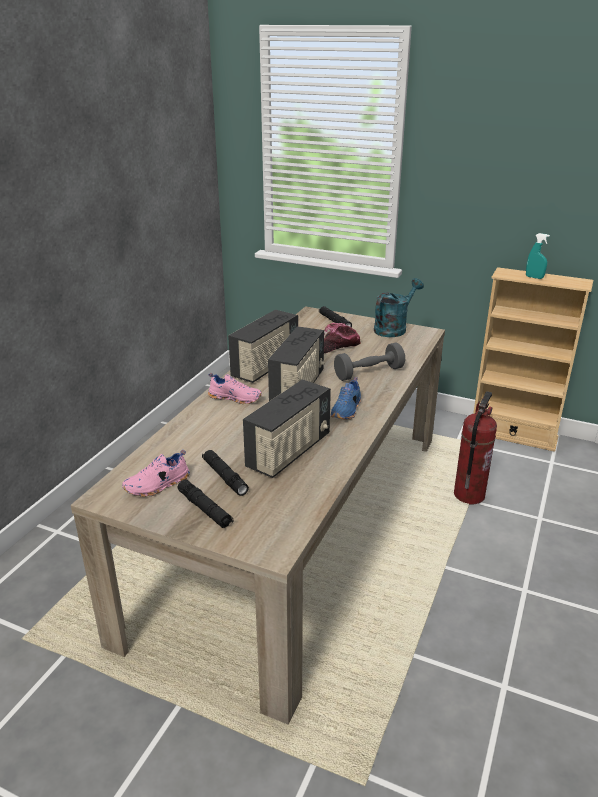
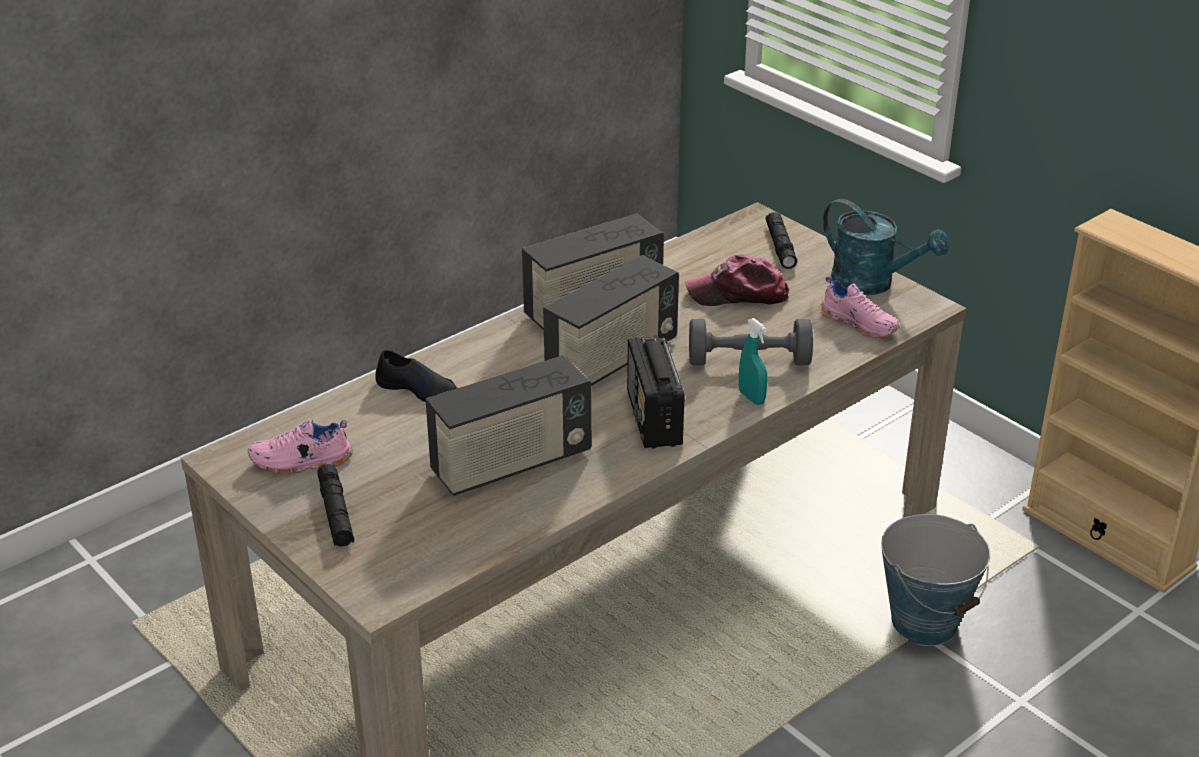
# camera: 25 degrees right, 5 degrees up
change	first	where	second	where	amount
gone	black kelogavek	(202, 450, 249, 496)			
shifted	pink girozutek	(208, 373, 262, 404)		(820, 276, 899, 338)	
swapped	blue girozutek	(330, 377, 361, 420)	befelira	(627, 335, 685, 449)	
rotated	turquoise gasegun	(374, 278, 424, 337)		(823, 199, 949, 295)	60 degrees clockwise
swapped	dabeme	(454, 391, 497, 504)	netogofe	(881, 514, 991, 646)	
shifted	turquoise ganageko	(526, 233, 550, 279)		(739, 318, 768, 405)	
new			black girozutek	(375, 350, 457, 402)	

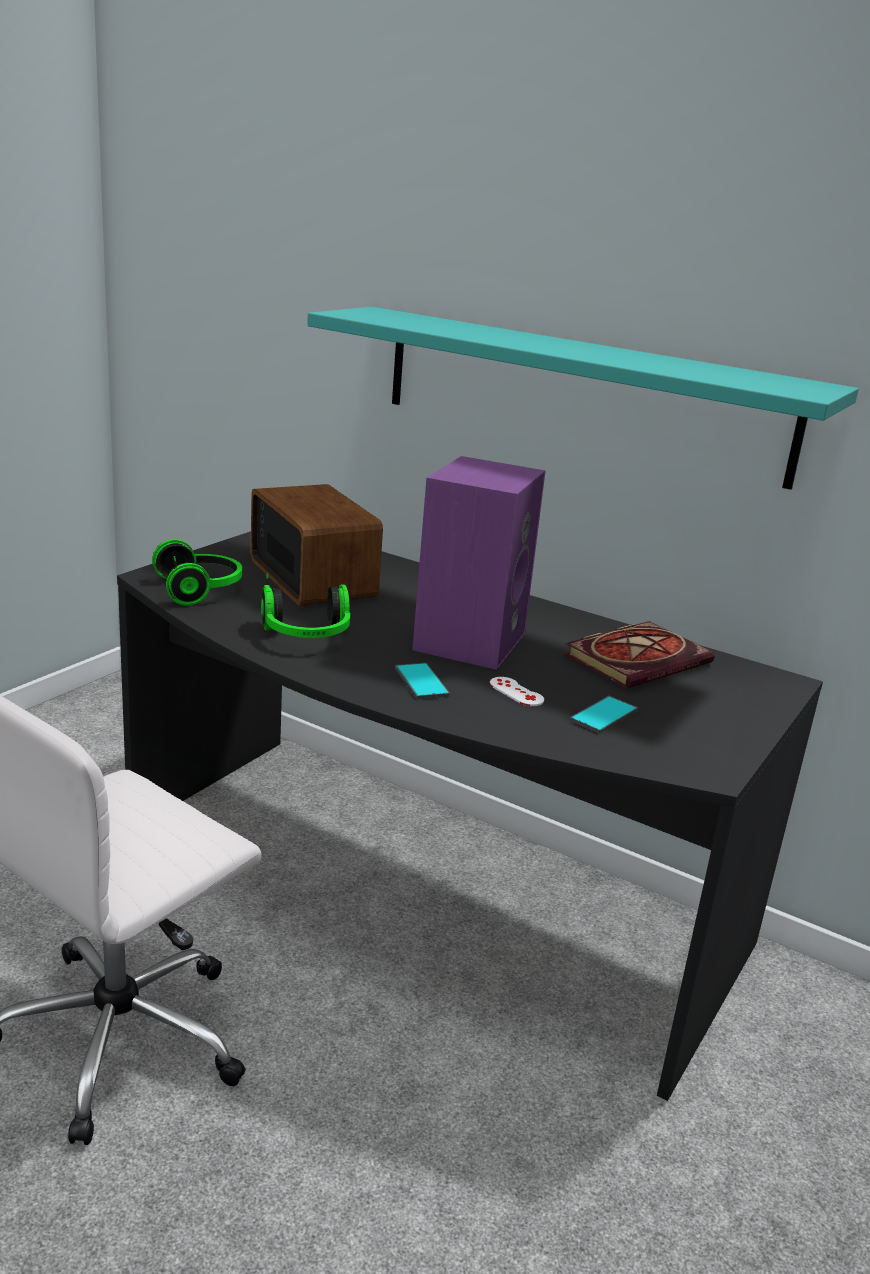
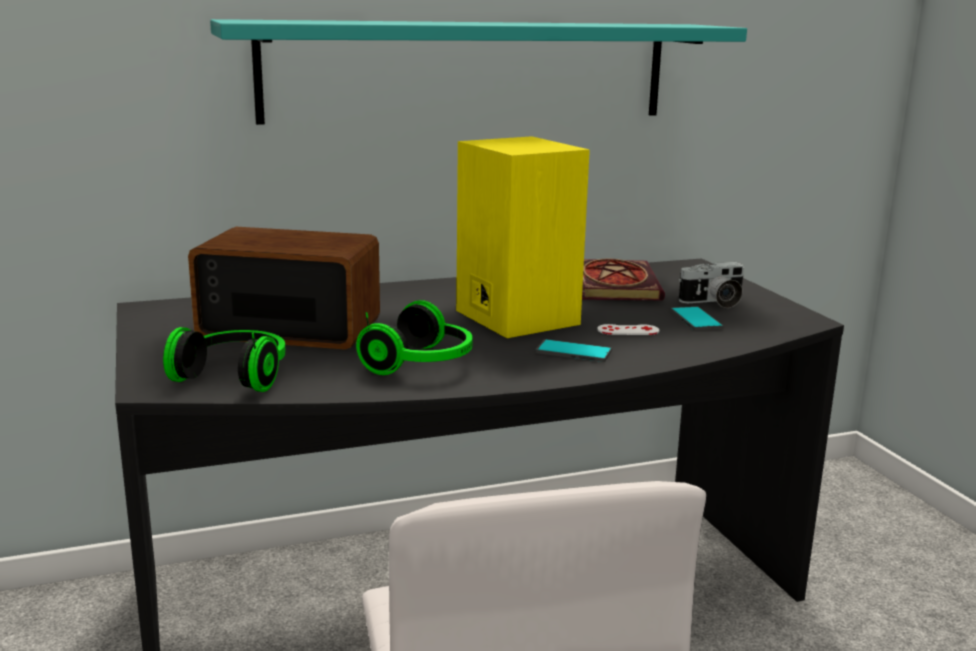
# camera: 50 degrees left, 5 degrees down
change	first	where	second	where	amount
repainted	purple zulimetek	(412, 456, 546, 670)	yellow zulimetek	(456, 136, 590, 338)	
new			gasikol	(679, 262, 744, 308)	

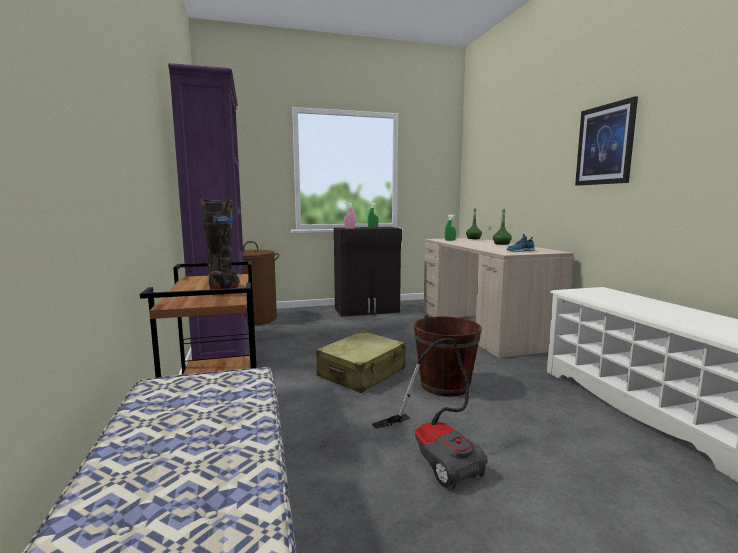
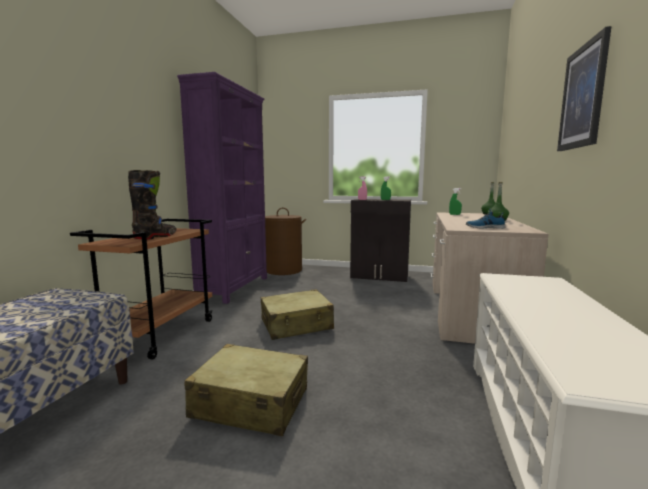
# camera: 30 degrees right, 0 degrees up
change	first	where	second	where	amount
swapped	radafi	(372, 338, 488, 489)	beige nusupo	(185, 344, 308, 436)	
gone	brown netogofe	(414, 315, 482, 397)			

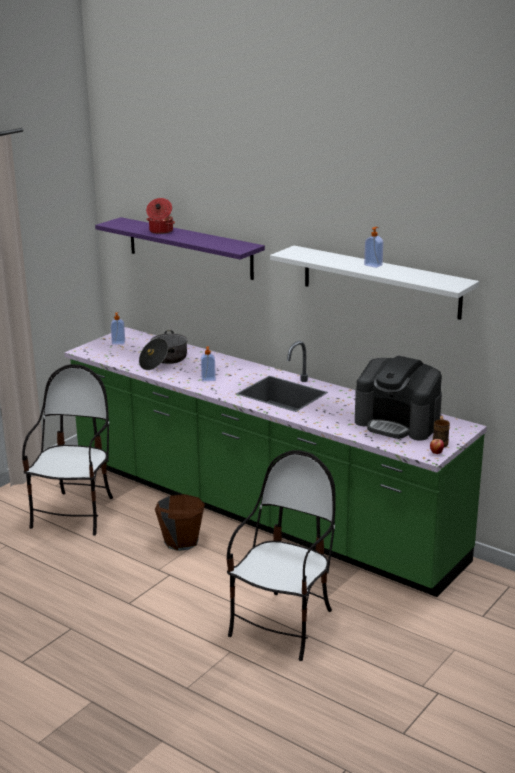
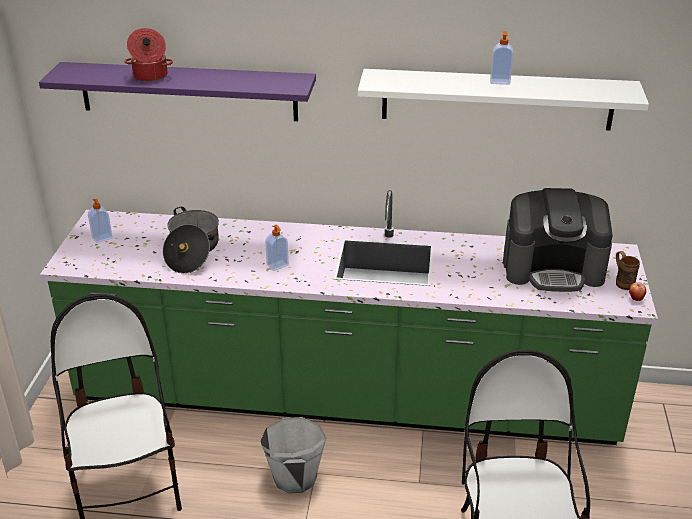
# camera: 30 degrees left, 10 degrees up
change	first	where	second	where	amount
repainted	brown netogofe	(155, 494, 205, 551)	grey netogofe	(260, 417, 326, 493)	

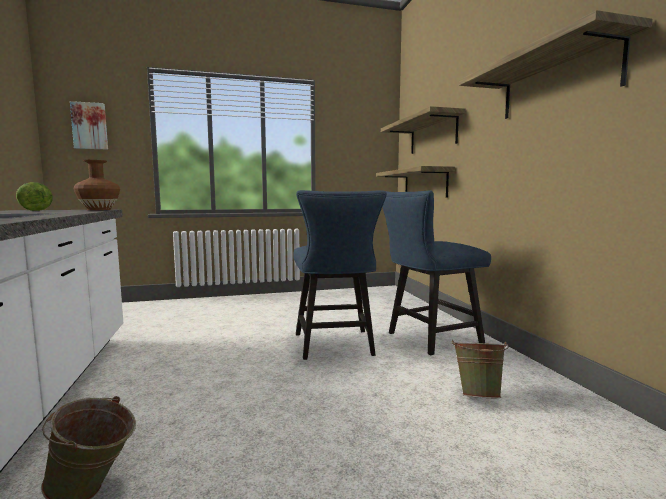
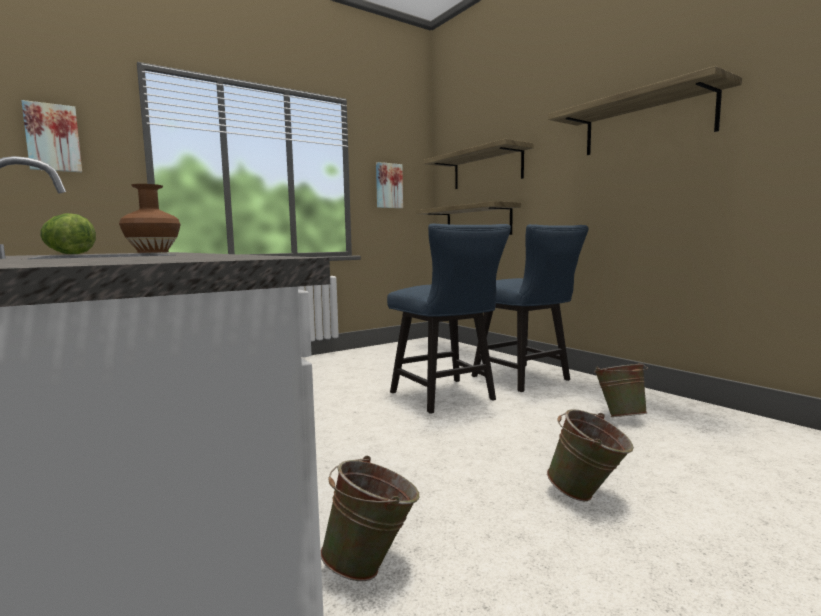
# camera: 20 degrees left, 0 degrees up
change	first	where	second	where	amount
rotated	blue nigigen	(382, 190, 491, 355)		(471, 224, 589, 392)	75 degrees counterclockwise
new			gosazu	(376, 162, 403, 208)	
new			green netogofe	(547, 409, 634, 501)	

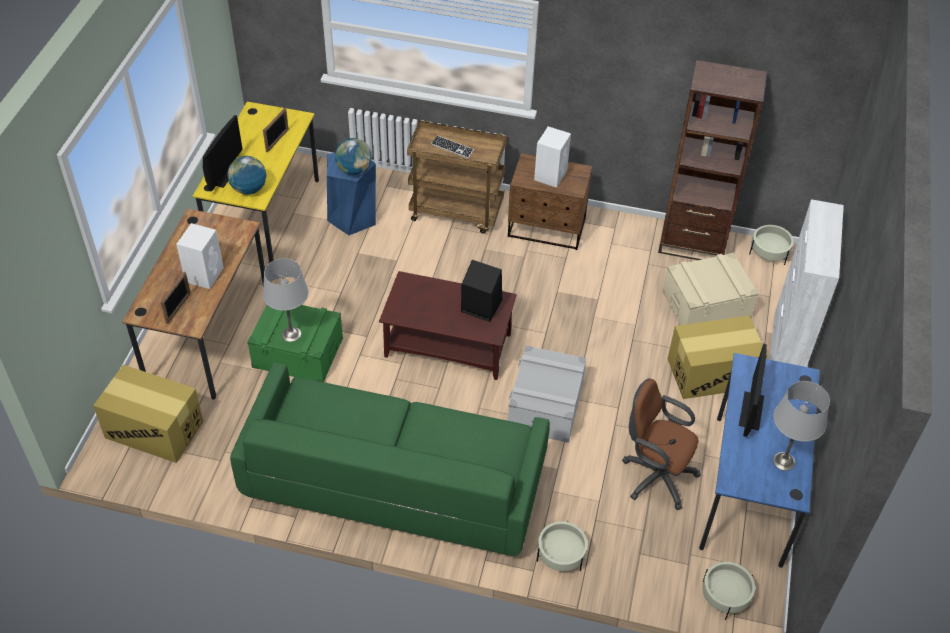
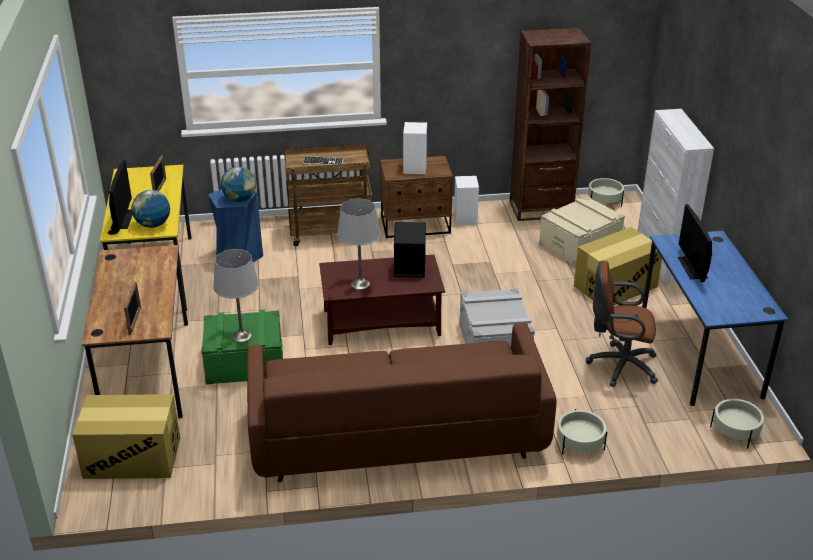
# camera: 20 degrees left, 15 degrees down
change	first	where	second	where	amount
shifted	white zulimetek	(176, 223, 224, 289)		(454, 176, 479, 225)	
repainted	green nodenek	(230, 362, 550, 556)	brown nodenek	(247, 323, 557, 482)	
shifted	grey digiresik	(773, 381, 830, 471)		(337, 199, 381, 290)	

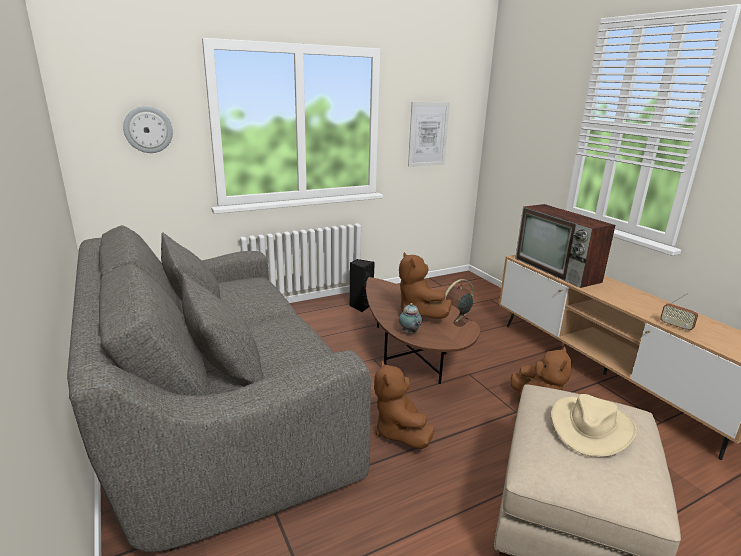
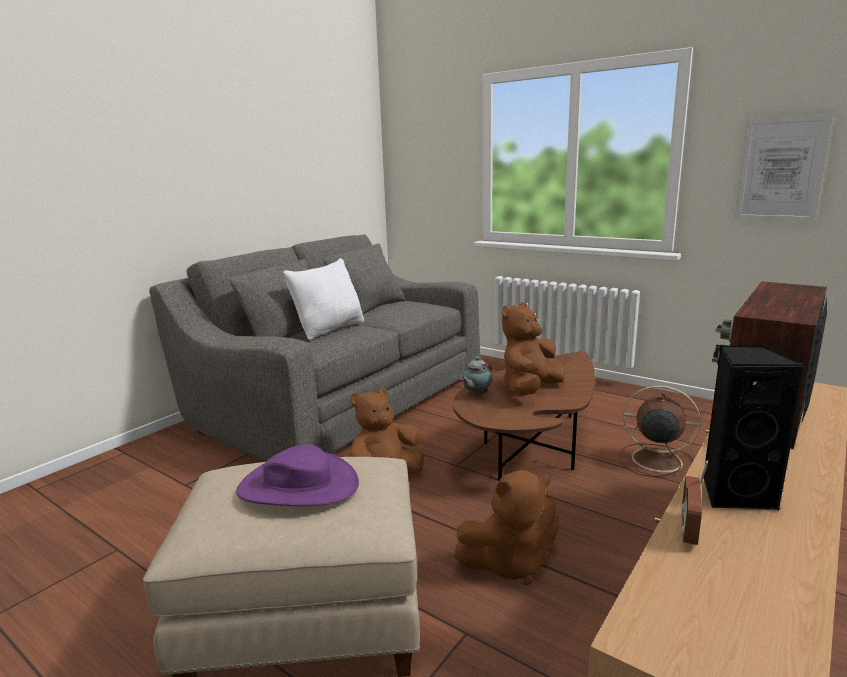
# camera: 65 degrees right, 5 degrees down
change	first	where	second	where	amount
gone	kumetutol	(123, 106, 173, 153)			
shifted	black zulimetek	(349, 259, 375, 312)		(704, 346, 806, 511)	
repainted	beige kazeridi	(551, 394, 637, 457)	purple kazeridi	(236, 444, 359, 506)	
new			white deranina	(283, 258, 364, 340)	

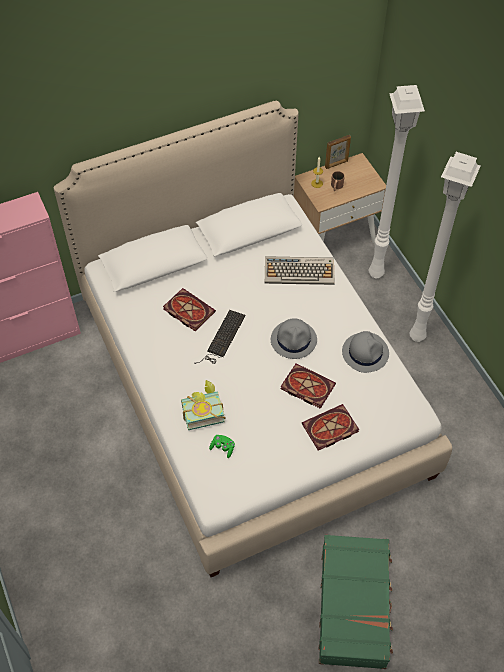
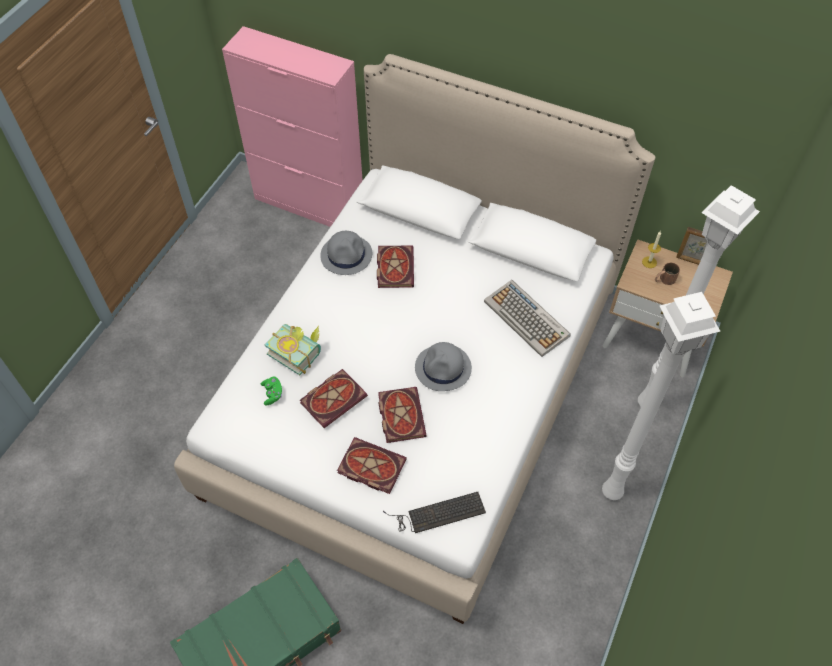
# camera: 50 degrees right, 0 degrees up
change	first	where	second	where	amount
shifted	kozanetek	(194, 310, 245, 364)		(383, 492, 486, 533)	
shifted	grey kazeridi	(342, 331, 389, 373)		(320, 231, 372, 275)	
new			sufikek	(300, 369, 368, 428)	

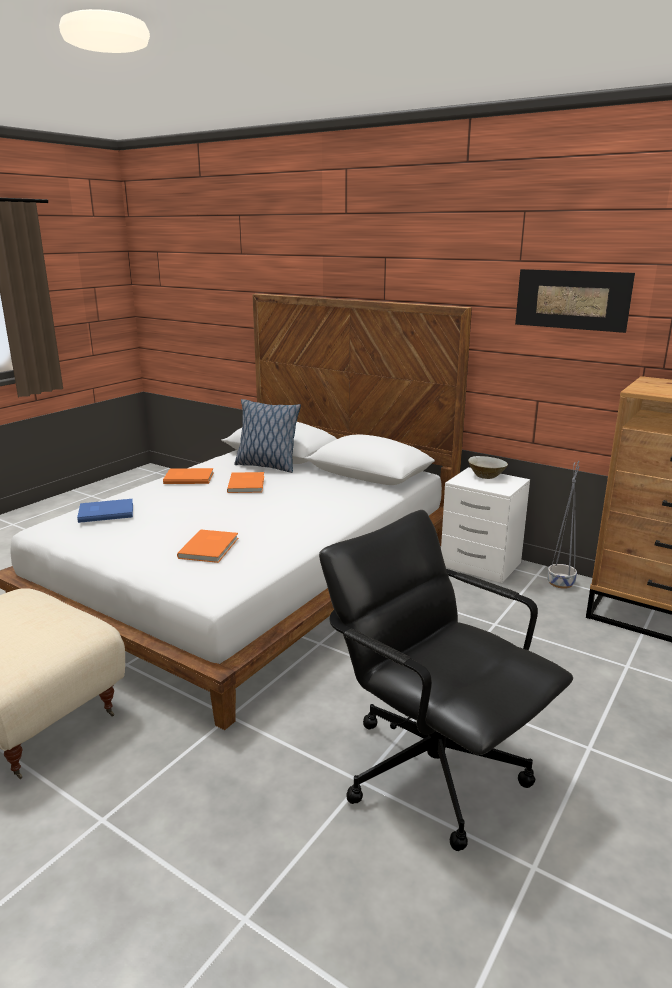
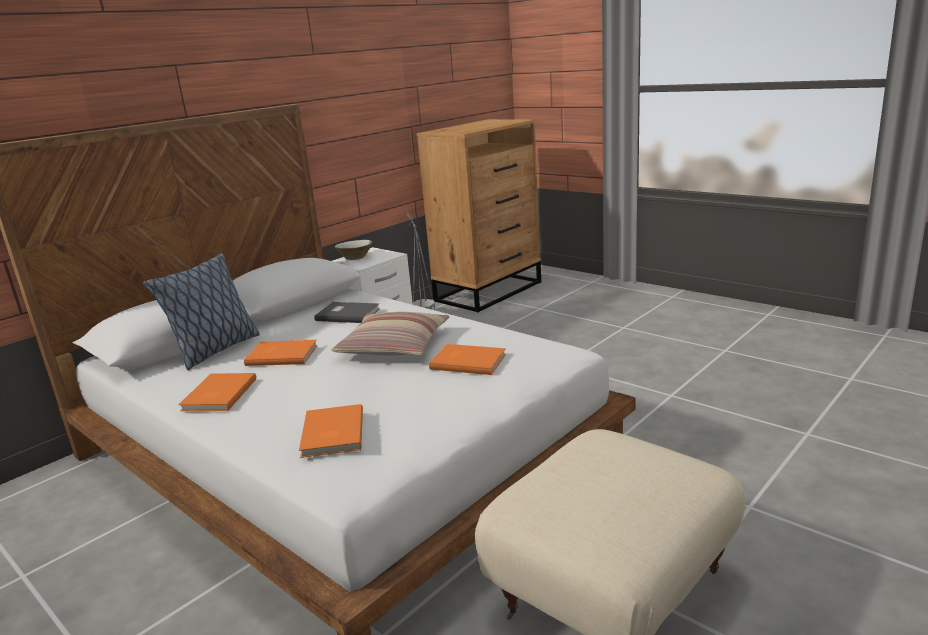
# camera: 80 degrees left, 0 degrees up
change	first	where	second	where	amount
repainted	blue sufikek	(77, 499, 133, 523)	orange sufikek	(299, 404, 363, 458)	
gone	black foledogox	(319, 510, 573, 851)			
gone	gosazu	(515, 269, 635, 333)			
new			grey sufikek	(314, 302, 380, 323)	
new			deranina	(331, 312, 449, 355)	

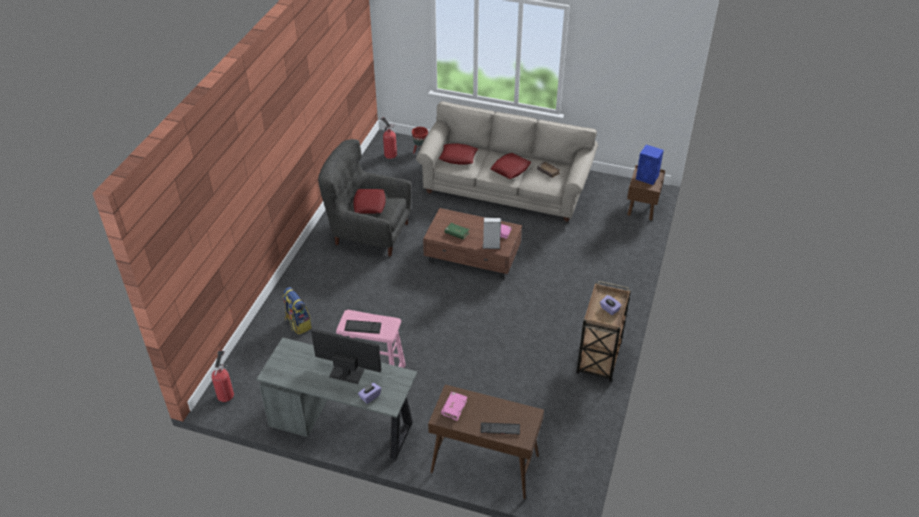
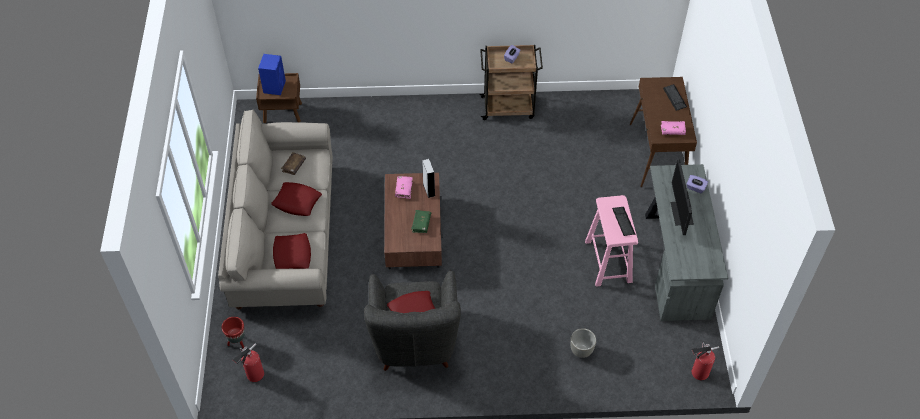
# camera: 110 degrees left, 10 degrees up
change	first	where	second	where	amount
swapped	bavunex	(283, 287, 312, 335)	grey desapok	(570, 328, 596, 358)	

